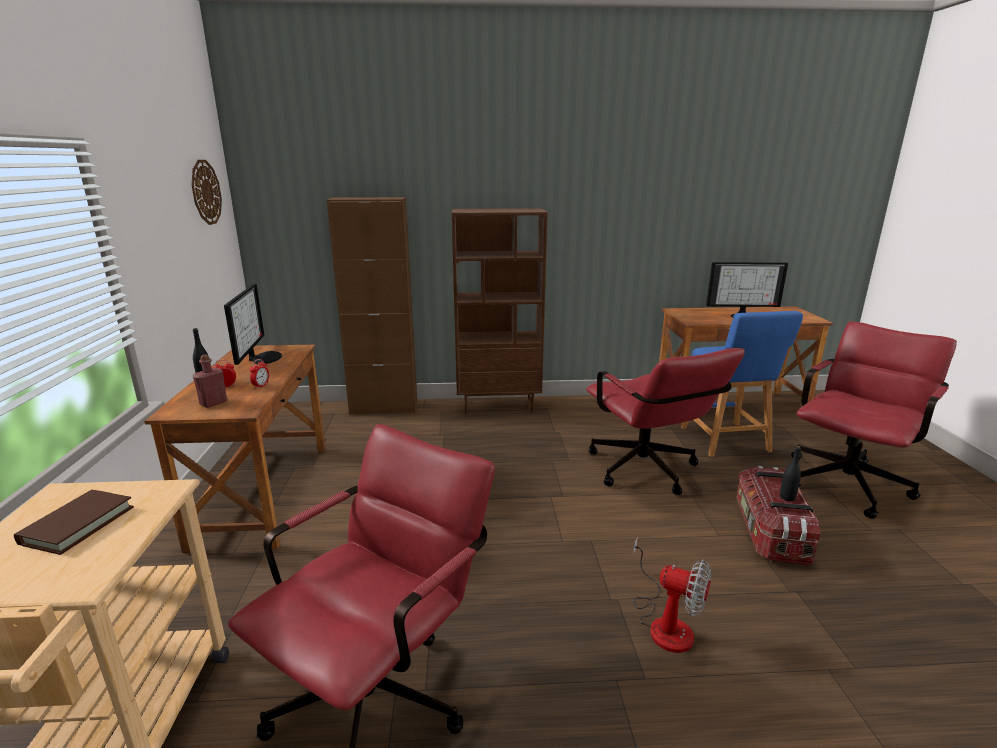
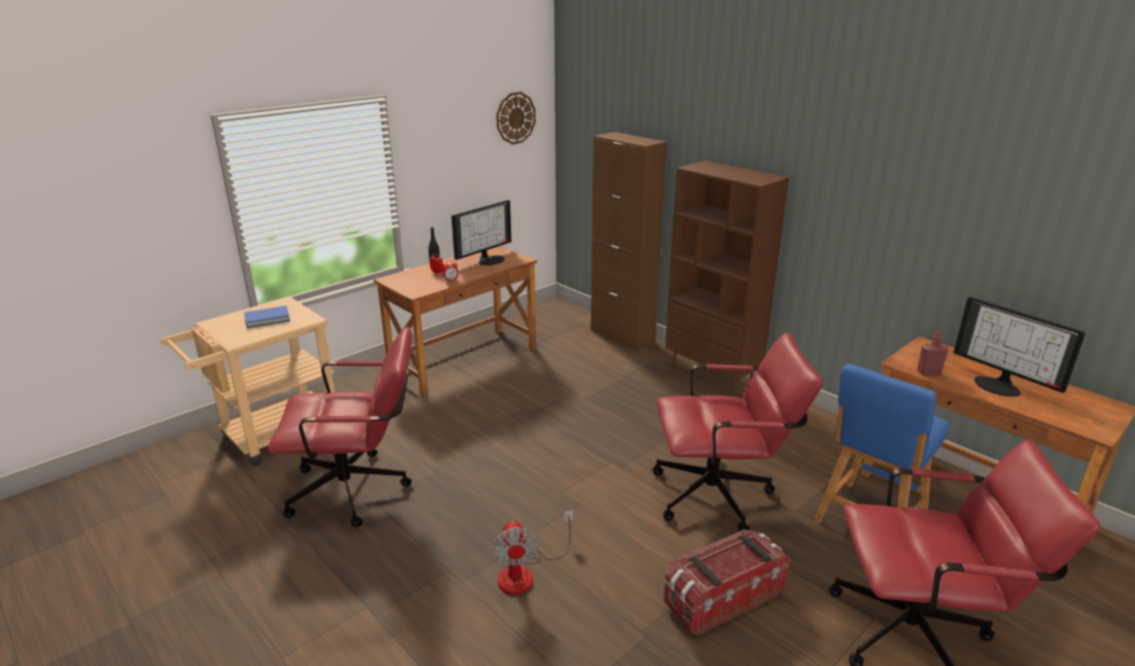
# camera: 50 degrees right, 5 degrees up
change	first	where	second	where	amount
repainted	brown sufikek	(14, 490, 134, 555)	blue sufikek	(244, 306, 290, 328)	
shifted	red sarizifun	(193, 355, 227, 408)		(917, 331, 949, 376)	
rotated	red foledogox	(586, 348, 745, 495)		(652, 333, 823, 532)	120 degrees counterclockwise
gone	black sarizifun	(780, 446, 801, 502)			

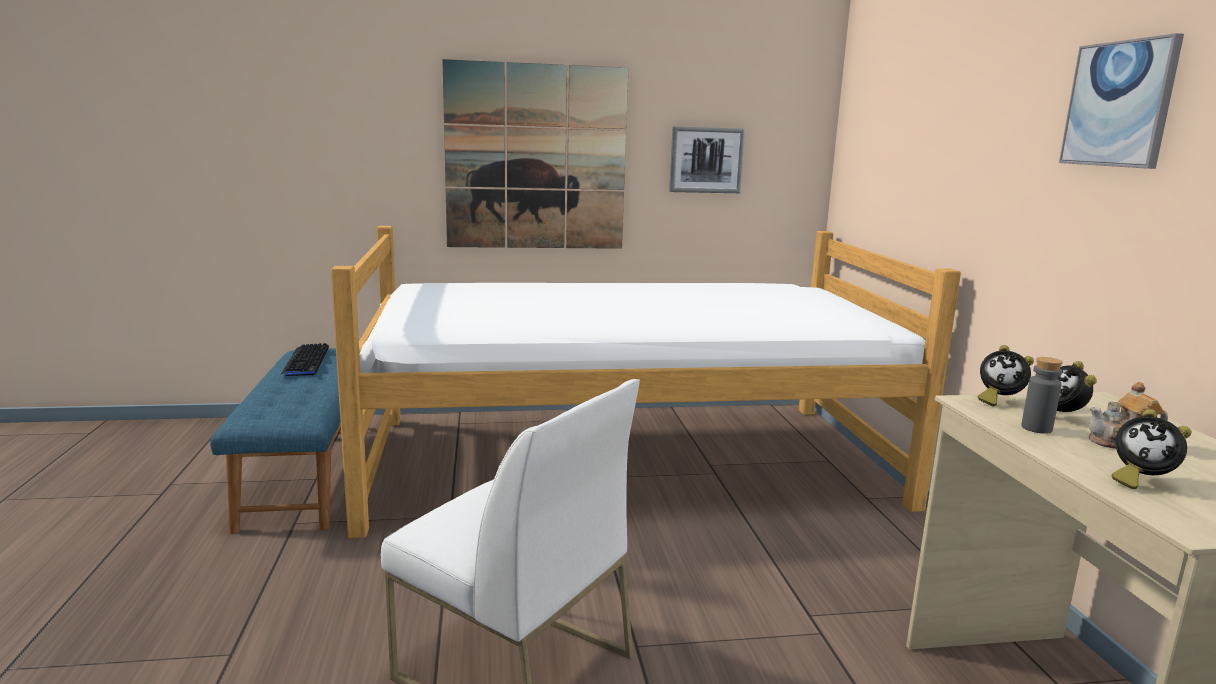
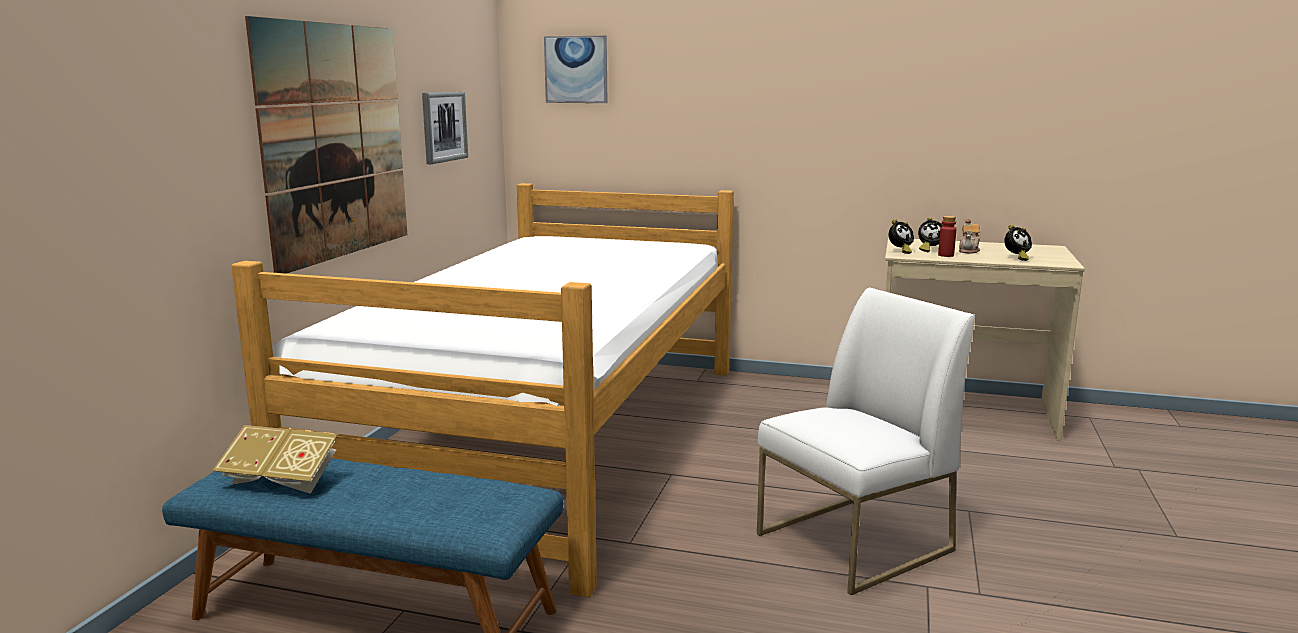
# camera: 65 degrees left, 0 degrees up
change	first	where	second	where	amount
swapped	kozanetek	(280, 343, 329, 376)	sufikek	(212, 425, 338, 494)	
repainted	grey sarizifun	(1021, 357, 1063, 434)	red sarizifun	(938, 216, 956, 257)	
shifted	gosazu	(1059, 33, 1184, 169)		(544, 36, 607, 103)	

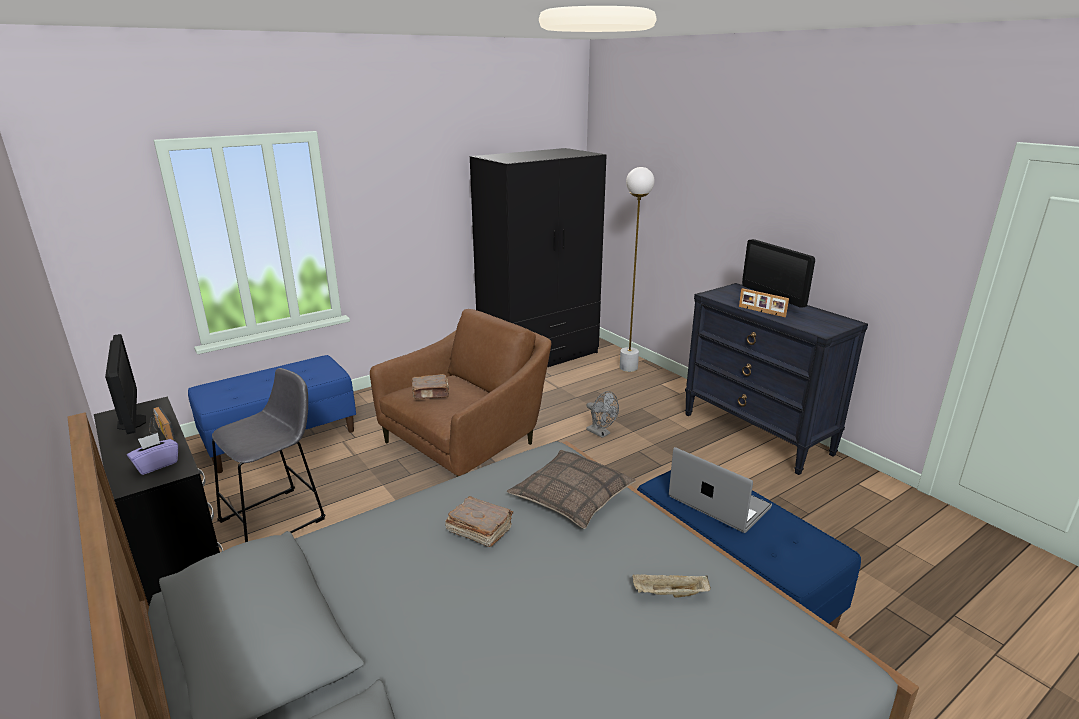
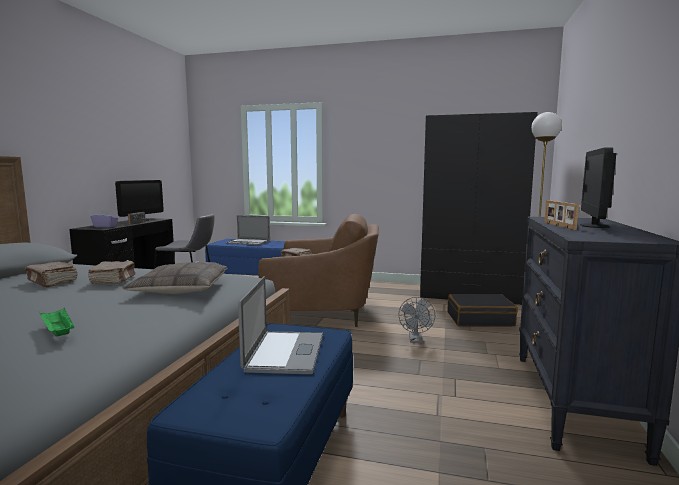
# camera: 50 degrees right, 15 degrees down
change	first	where	second	where	amount
repainted	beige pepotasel	(632, 574, 711, 597)	green pepotasel	(39, 308, 75, 337)	
new			brown sufikek	(24, 261, 78, 287)	
new			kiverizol	(226, 215, 270, 245)	
new			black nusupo	(448, 294, 518, 327)	

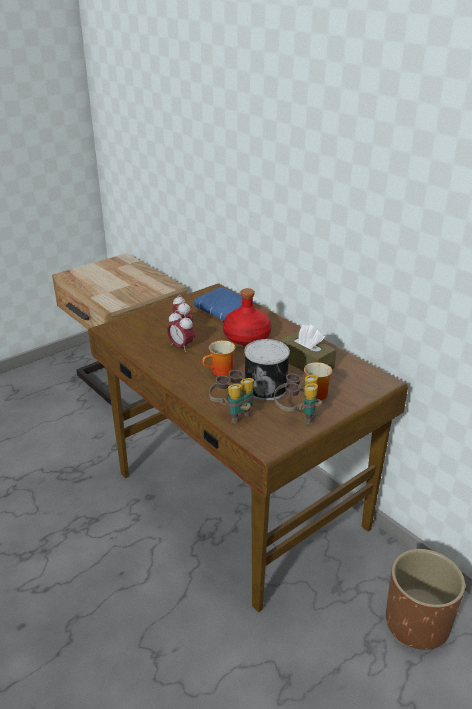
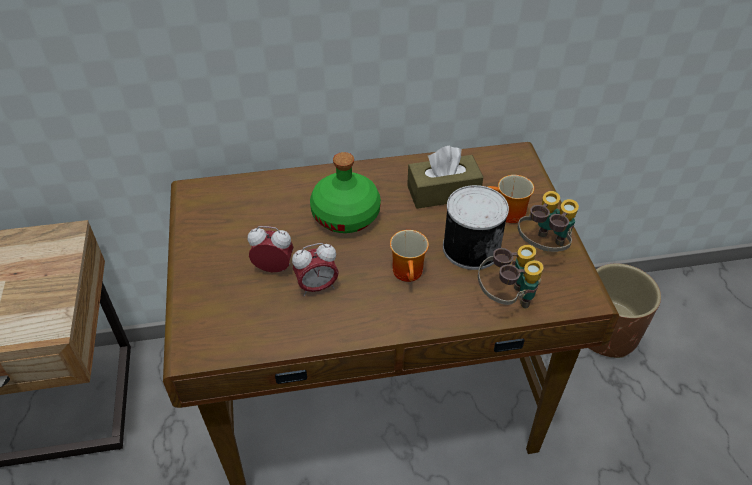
# camera: 60 degrees left, 15 degrees up
change	first	where	second	where	amount
gone	blue sufikek	(194, 287, 255, 321)			
repainted	red sarizifun	(223, 288, 272, 346)	green sarizifun	(310, 152, 381, 233)	

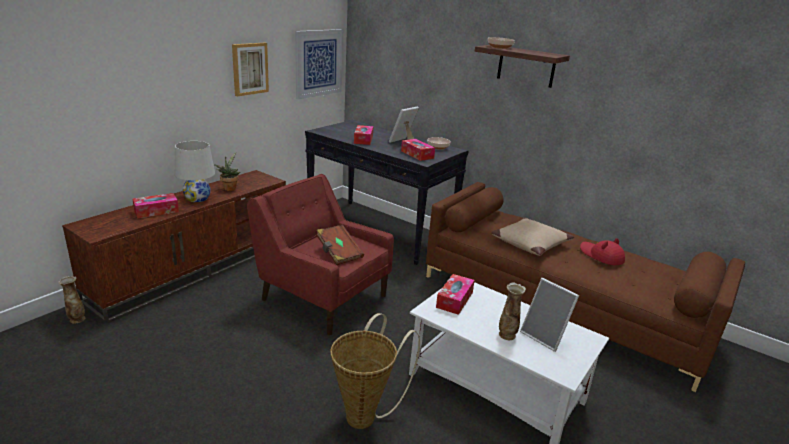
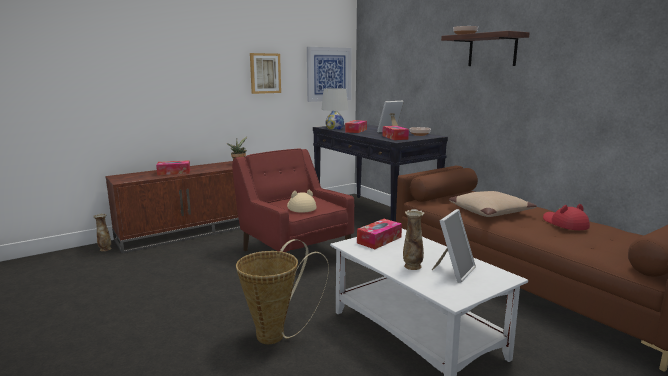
# camera: 20 degrees right, 10 degrees down
change	first	where	second	where	amount
shifted	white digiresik	(175, 141, 215, 202)		(321, 88, 348, 130)	
swapped	brown sufikek	(316, 225, 364, 265)	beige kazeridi	(287, 190, 317, 212)	
rotated	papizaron	(520, 278, 579, 352)		(432, 209, 476, 283)	120 degrees counterclockwise

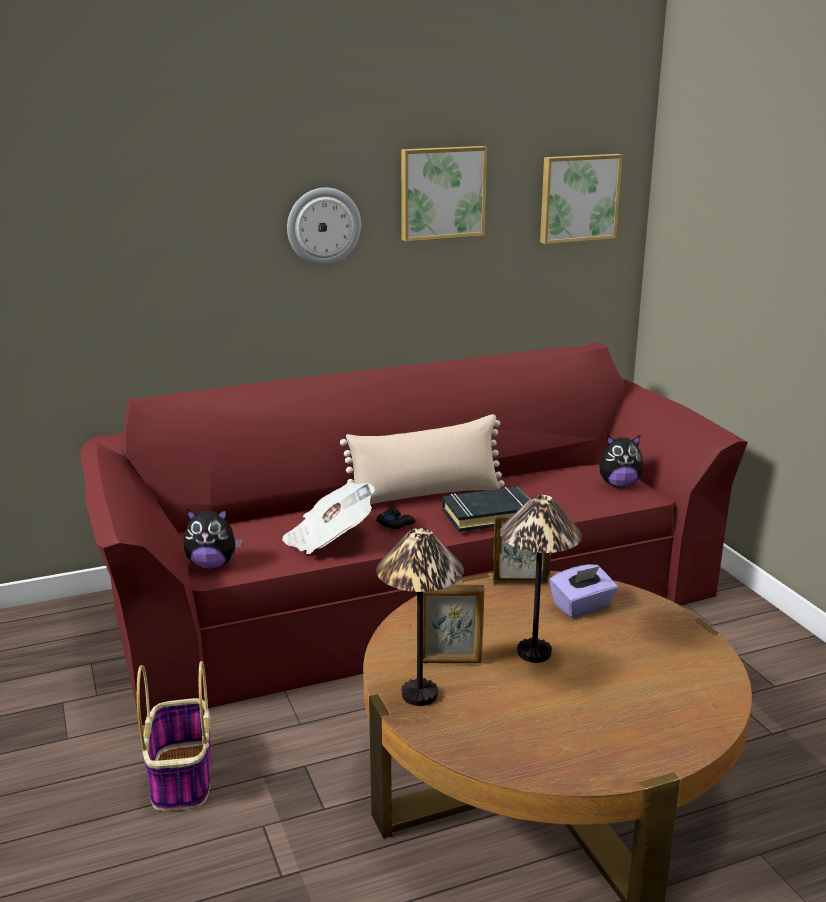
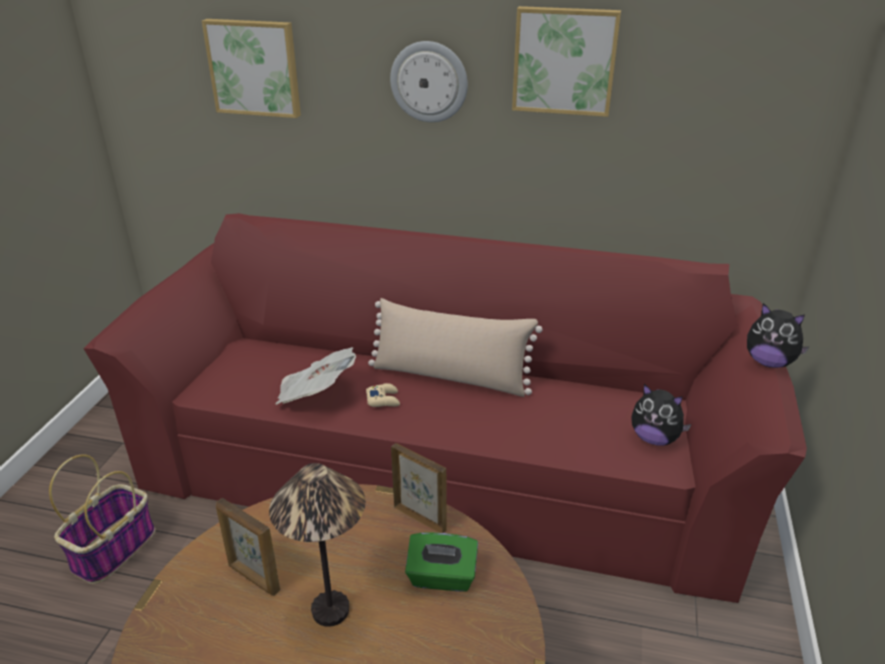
# camera: 35 degrees right, 10 degrees up
change	first	where	second	where	amount
shifted	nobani	(184, 509, 242, 569)		(747, 303, 809, 368)	
gone	digiresik	(376, 528, 464, 706)			
repainted	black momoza	(377, 508, 415, 529)	beige momoza	(366, 383, 400, 407)	
gone	black sufikek	(442, 487, 529, 532)			
shifted	gosazu	(540, 154, 622, 244)		(202, 19, 301, 118)	
repainted	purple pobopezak	(549, 564, 618, 618)	green pobopezak	(405, 533, 478, 592)	

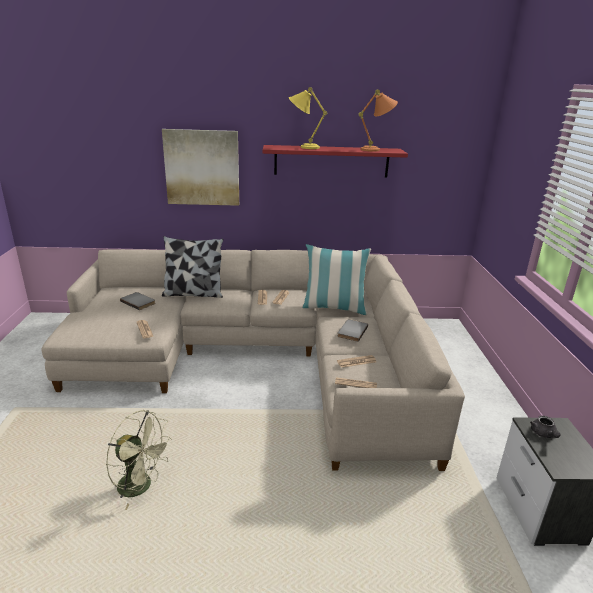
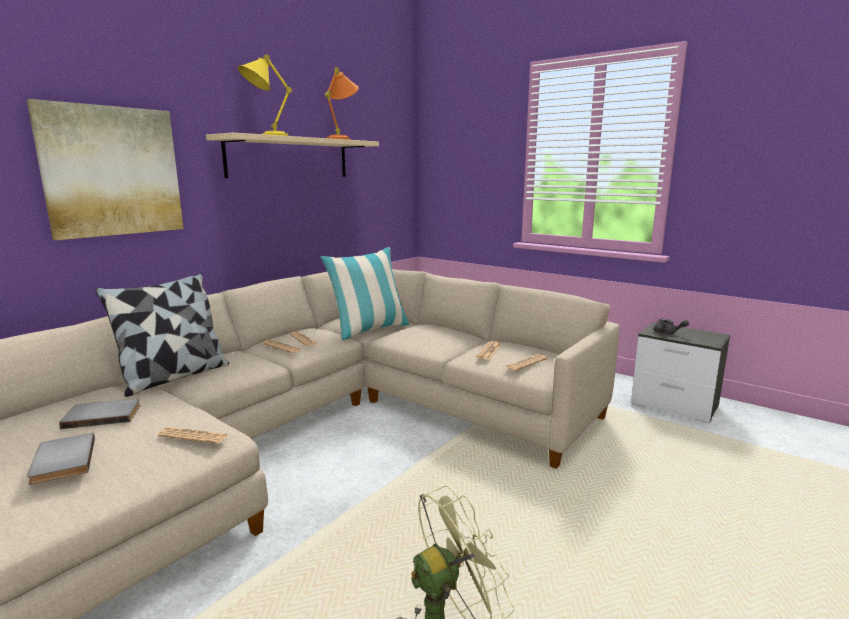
# camera: 50 degrees left, 10 degrees down
change	first	where	second	where	amount
repainted	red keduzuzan	(262, 145, 408, 178)	beige keduzuzan	(206, 133, 379, 178)	
shifted	grey sufikek	(337, 319, 368, 342)		(27, 433, 95, 485)	

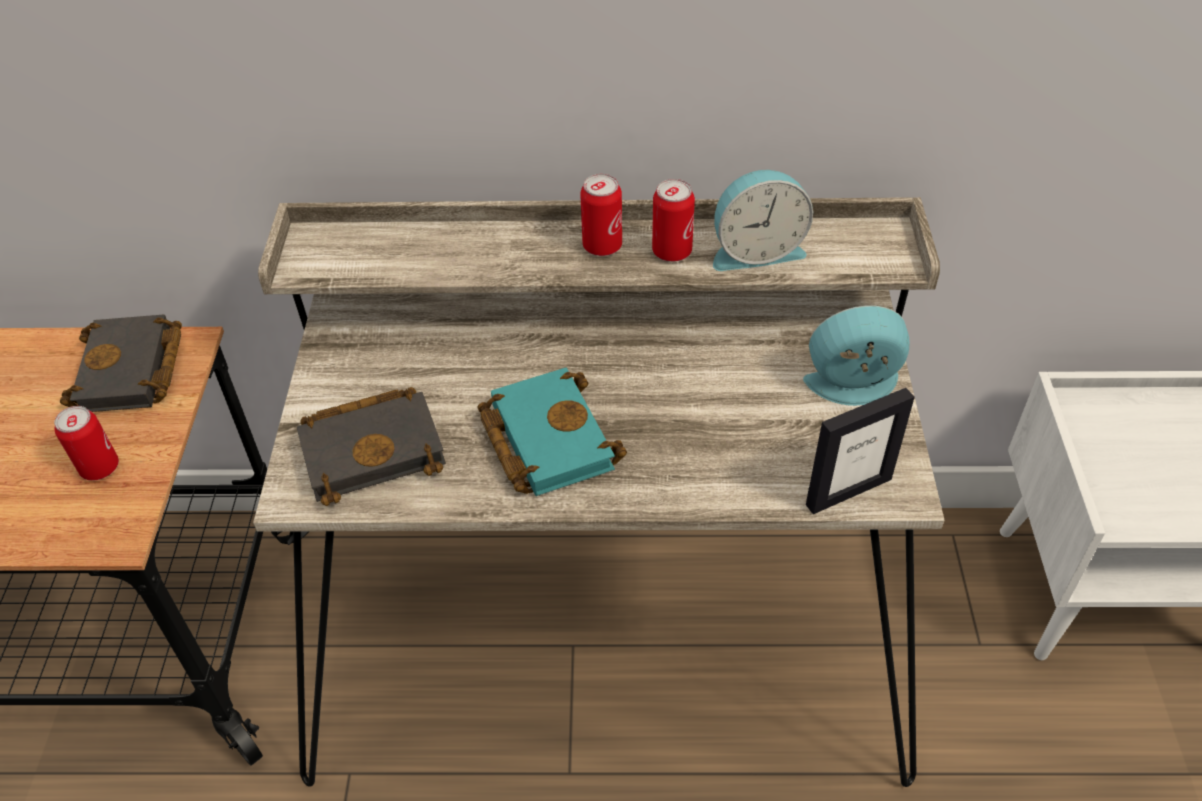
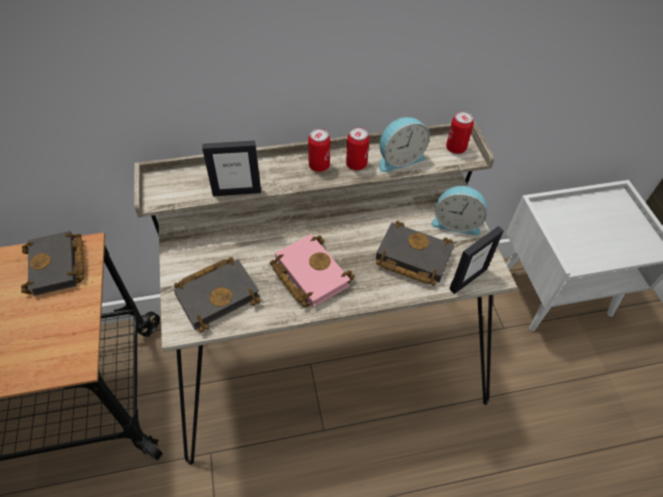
# camera: 15 degrees left, 5 degrees up
change	first	where	second	where	amount
shifted	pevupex	(54, 406, 119, 481)		(446, 111, 474, 154)	
repainted	turquoise sufikek	(477, 368, 627, 496)	pink sufikek	(270, 234, 355, 307)	
rotated	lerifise	(803, 306, 909, 406)		(431, 186, 487, 235)	150 degrees counterclockwise
new			papizaron	(202, 140, 261, 196)	
new			black sufikek	(376, 221, 454, 286)	

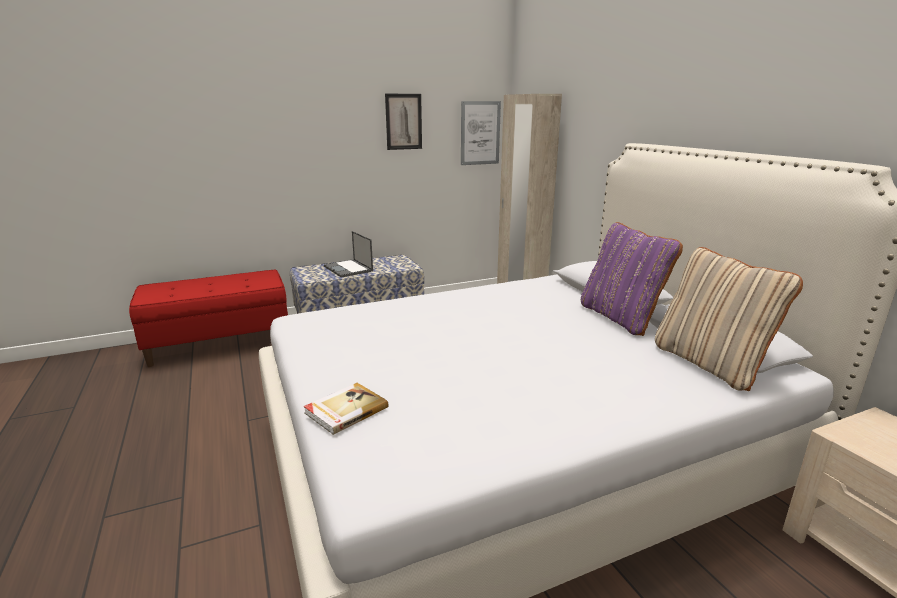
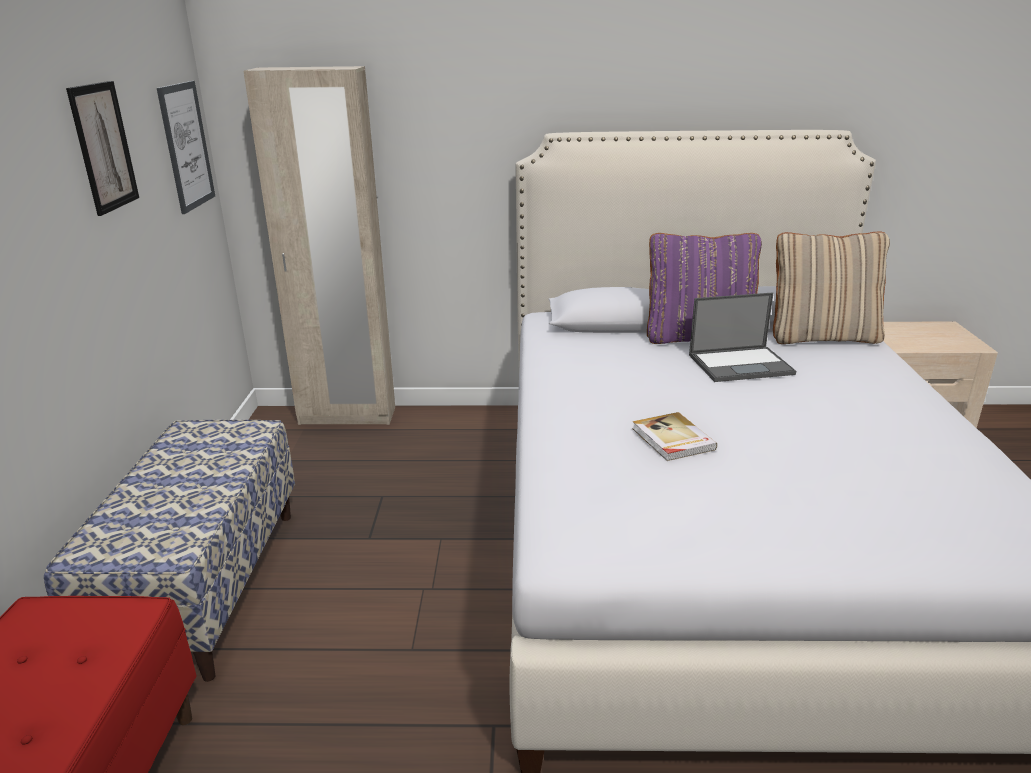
# camera: 65 degrees left, 5 degrees up
change	first	where	second	where	amount
shifted	sufikek	(304, 383, 389, 435)		(632, 412, 717, 461)	
shifted	kiverizol	(324, 231, 373, 278)		(689, 293, 796, 382)	

